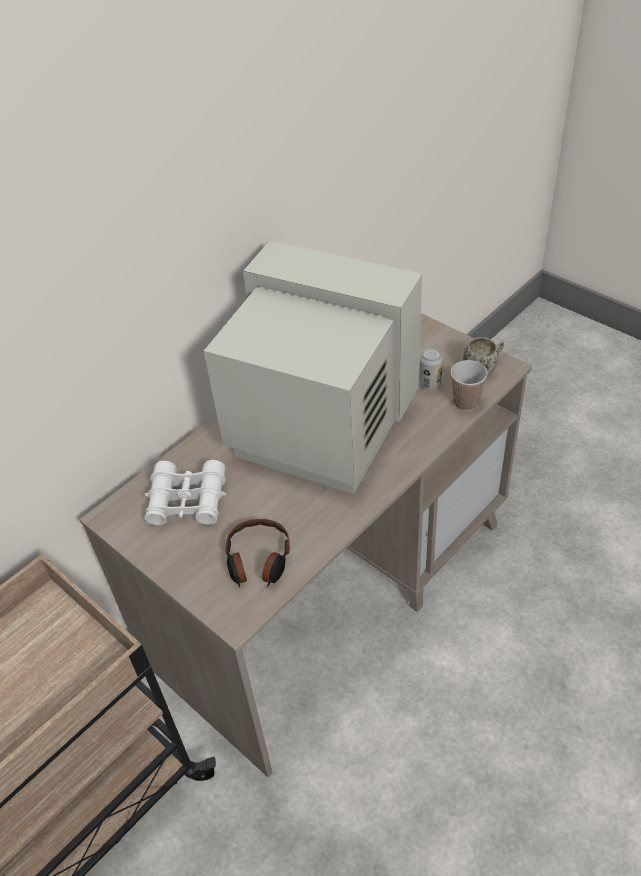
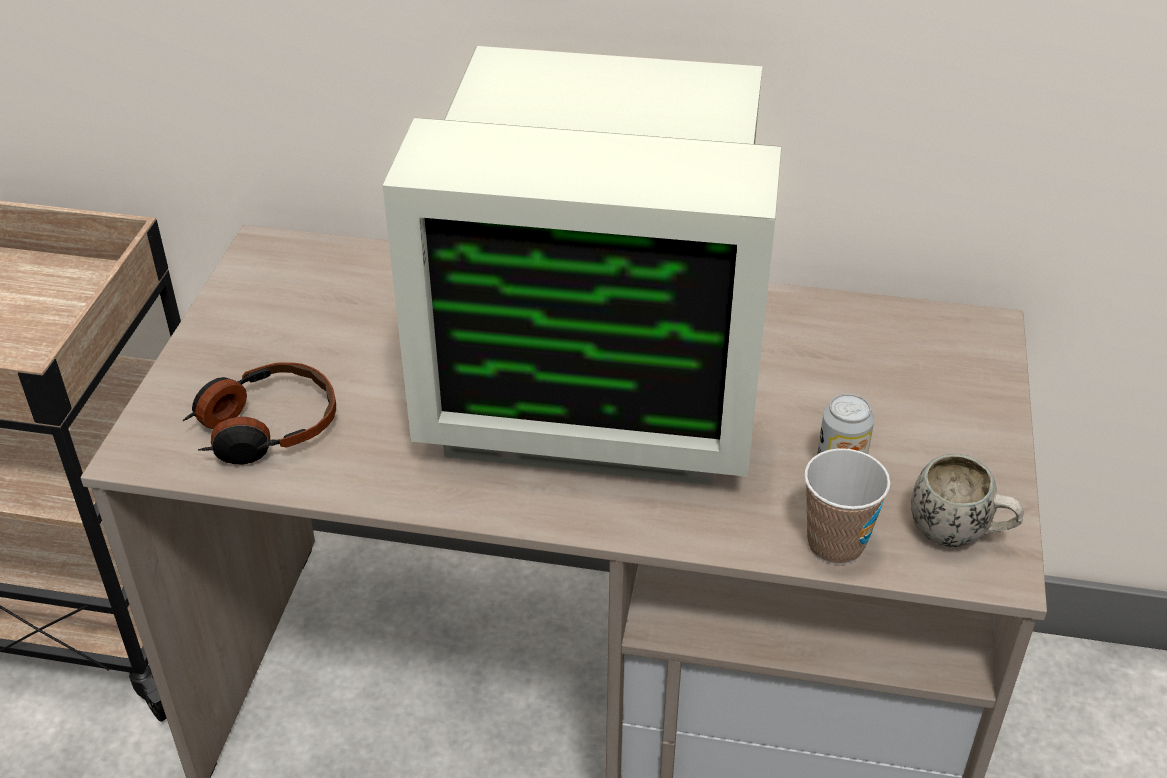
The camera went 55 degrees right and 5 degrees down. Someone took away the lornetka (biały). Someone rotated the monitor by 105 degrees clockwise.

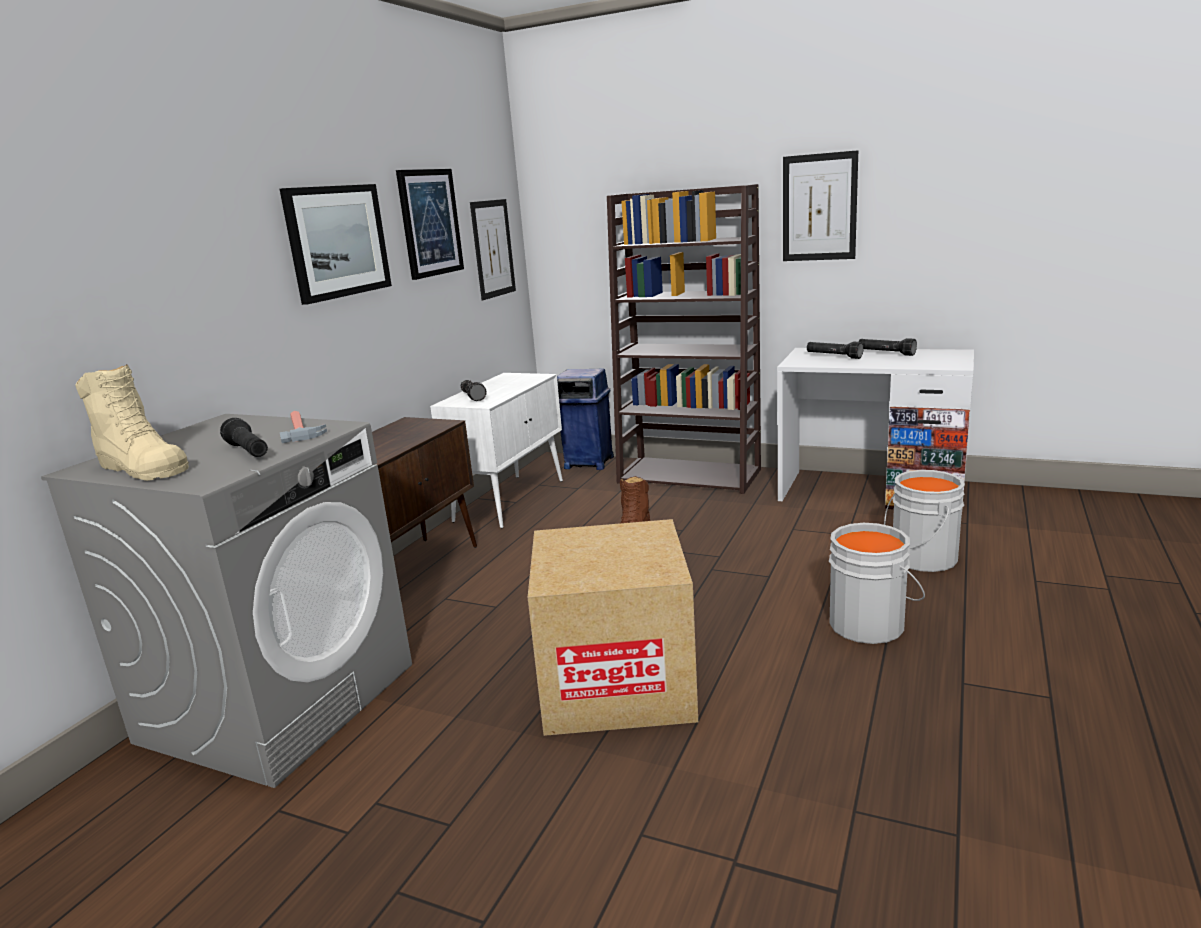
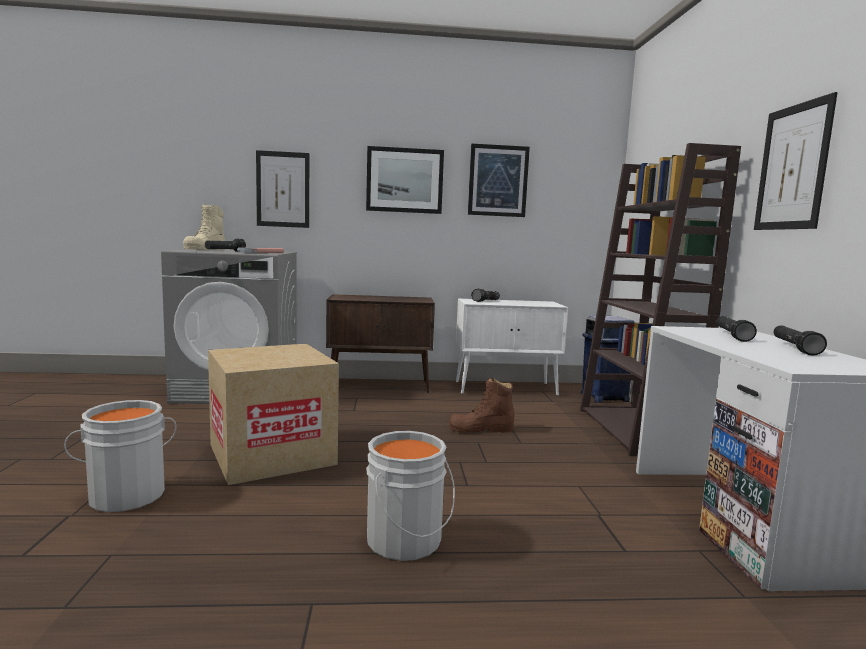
The camera went 60 degrees right and 10 degrees down. Someone carried the obraz (no. 3 from left in the first image). Someone carried the wiadro (szary) (no. 2 from left in the first image).

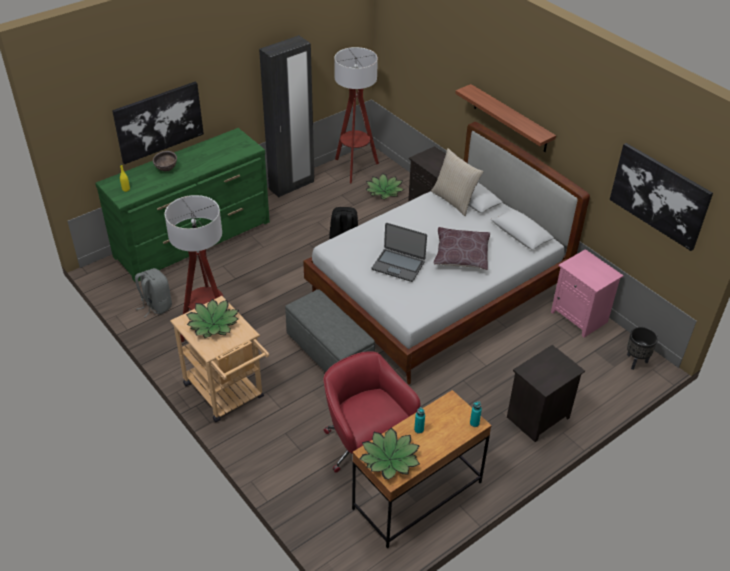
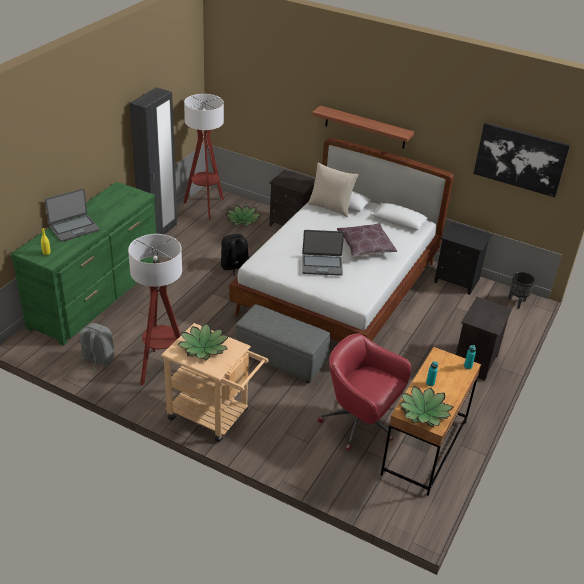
The camera went 25 degrees left and 5 degrees down. Someone took away the obraz (no. 1 from left). Someone swapped the miska (brązowy) for the laptop (no. 1 from left). Someone repainted the szafka nocna (różowy), which became the szafka nocna (czarny) (no. 2 from left).

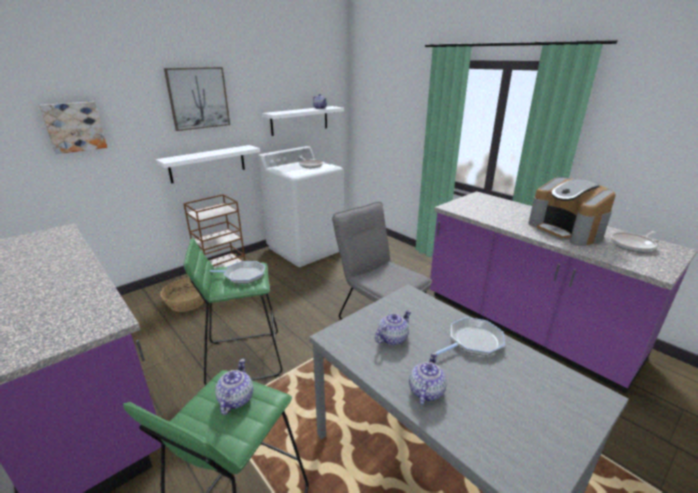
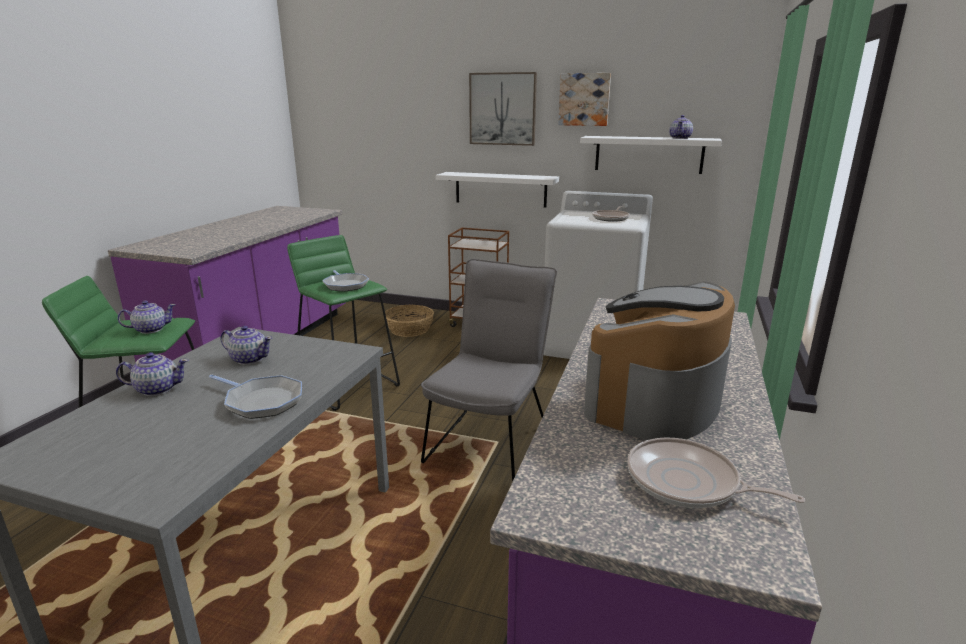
The camera went 60 degrees right and 5 degrees down. Someone carried the obraz (no. 1 from left in the first image).

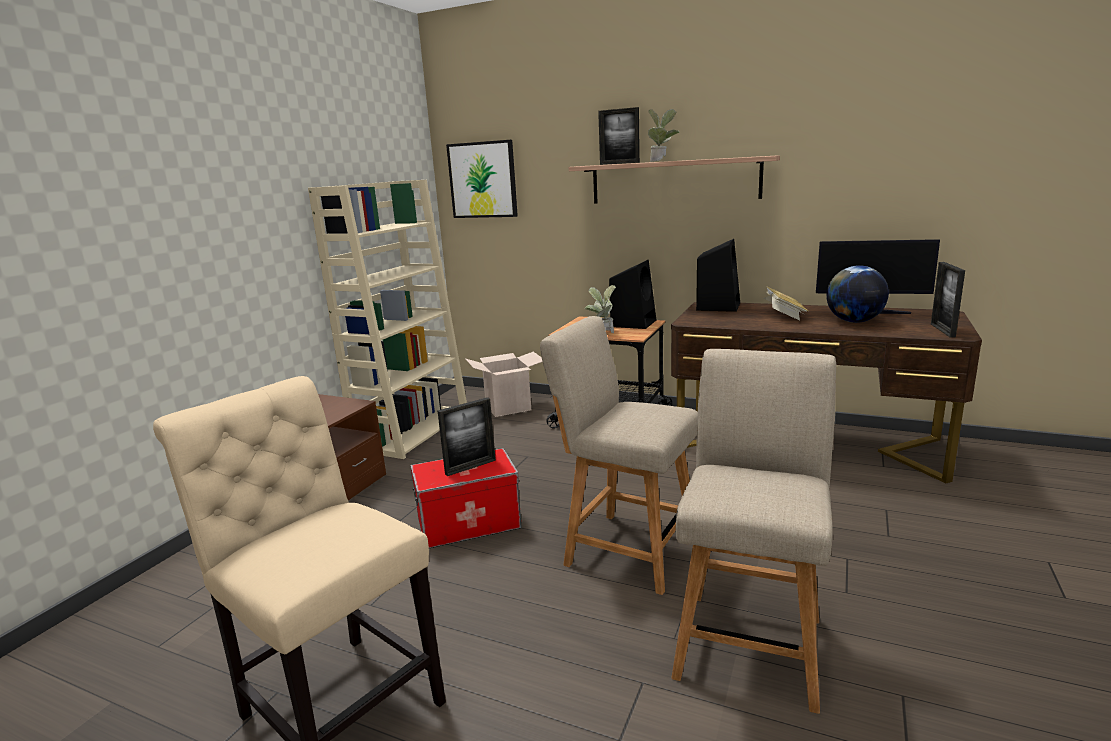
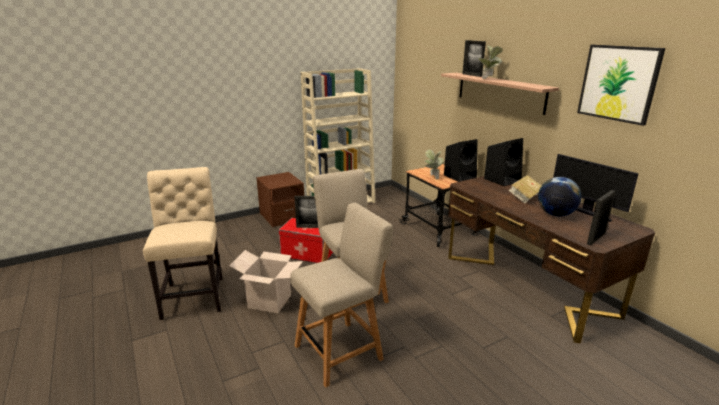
The camera went 35 degrees right and 5 degrees up. Someone carried the obraz. Someone carried the karton.

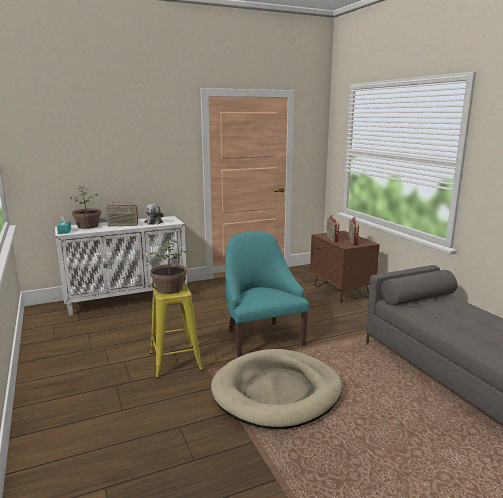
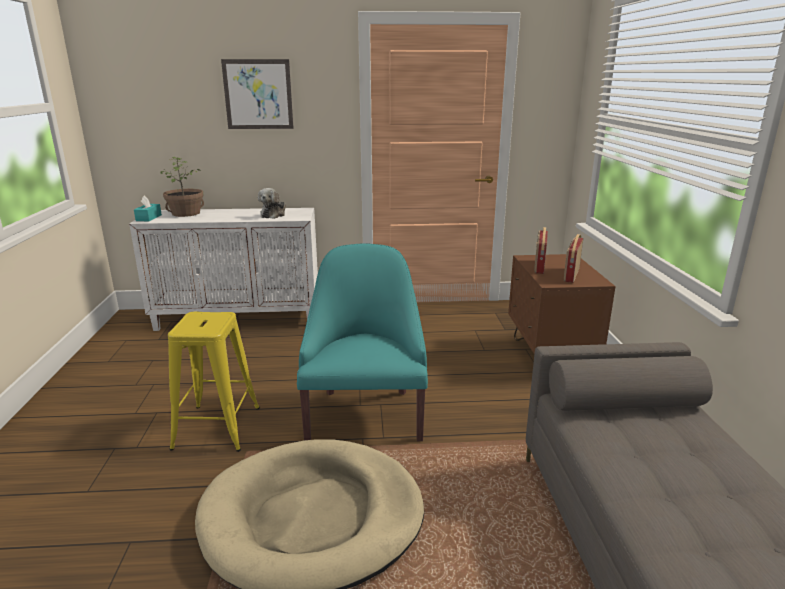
The camera went 20 degrees right and 5 degrees up. Someone took away the radio (no. 1 from left). Someone took away the roślina doniczkowa (no. 2 from left). Someone put up the obraz.

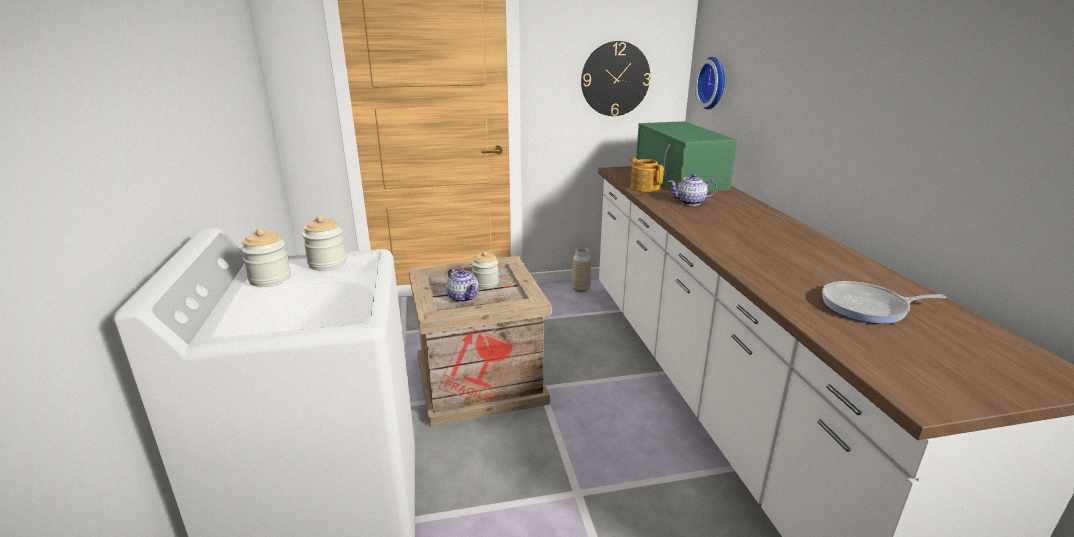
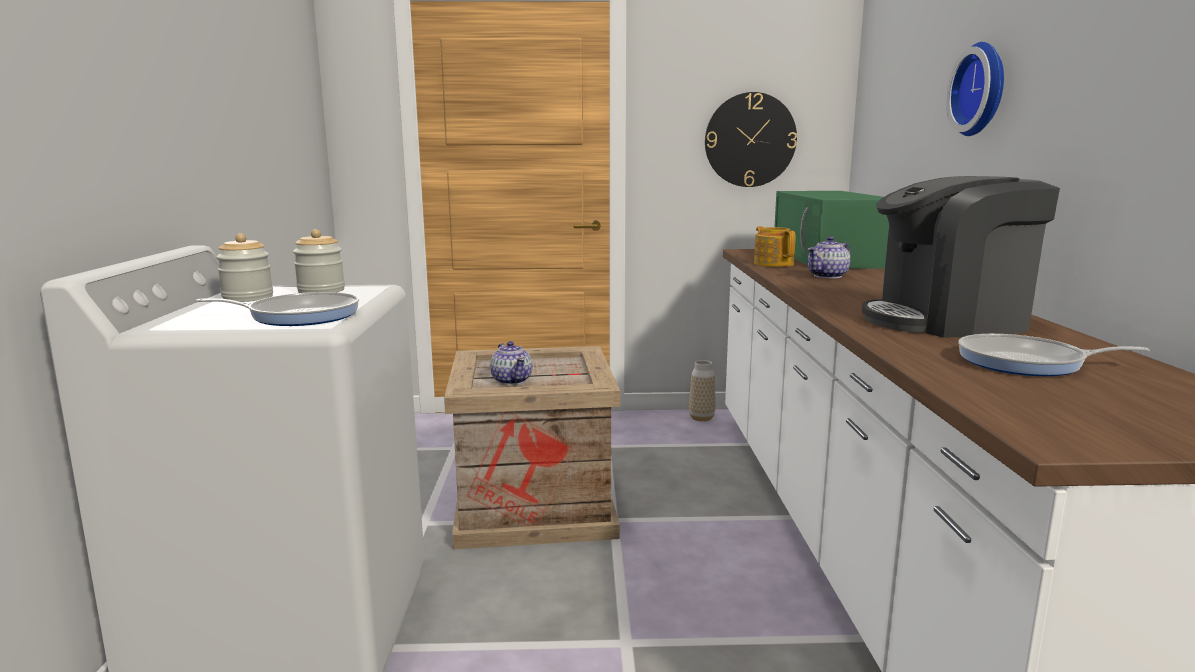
The camera went 10 degrees right and 10 degrees down. Someone took away the słoik (no. 3 from left). Someone rotated the imbryk (no. 3 from left) by 45 degrees counterclockwise. Someone carried the zegar ścienny (no. 2 from left). Someone put down the patelnia (no. 1 from left). Someone put down the ekspres do kawy.

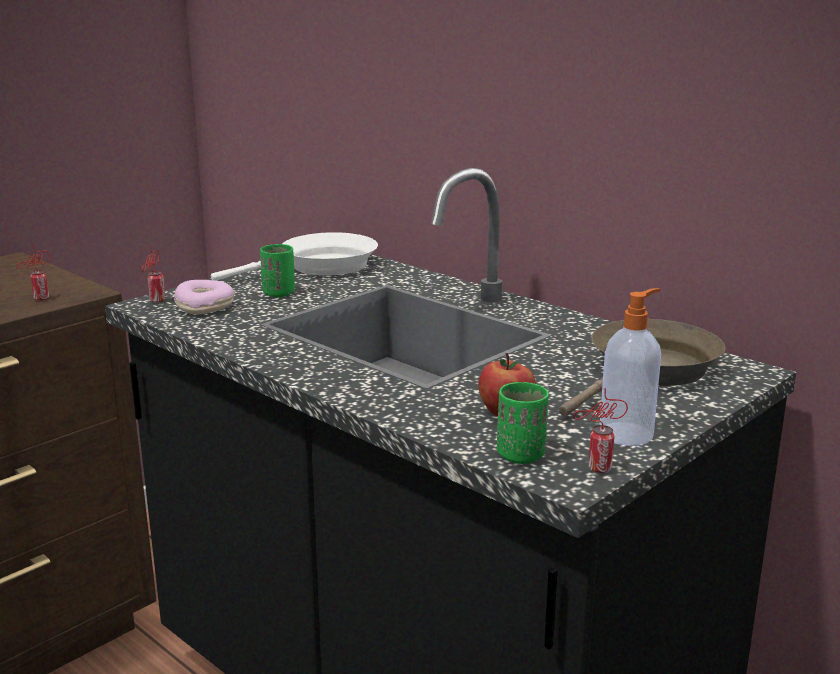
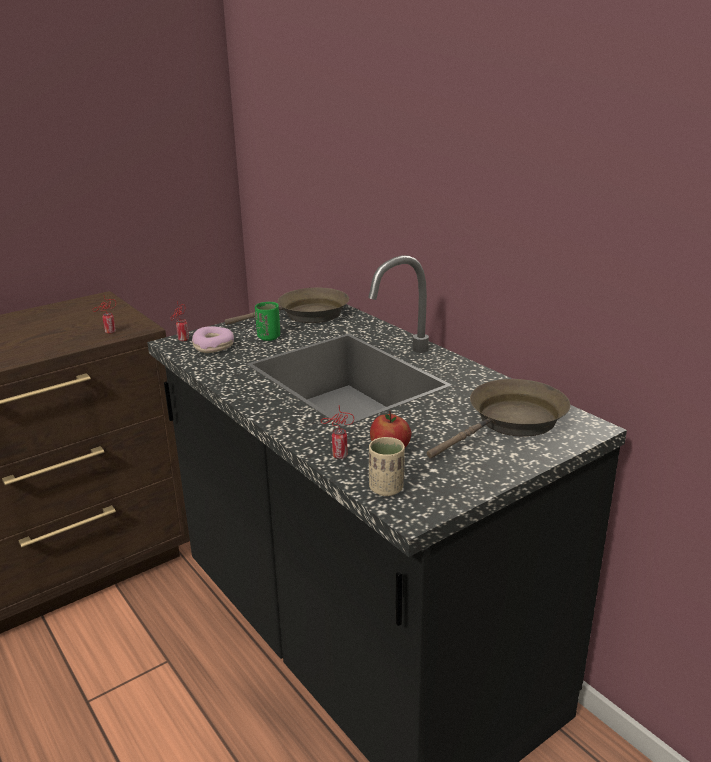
The camera went 10 degrees right and 5 degrees up. Someone repainted the patelnia (biały), which became the patelnia (brązowy) (no. 1 from left). Someone repainted the filiżanka (zielony) (no. 2 from left), which became the filiżanka (beżowy). Someone carried the puszka (no. 3 from left). Someone took away the dozownik mydła.

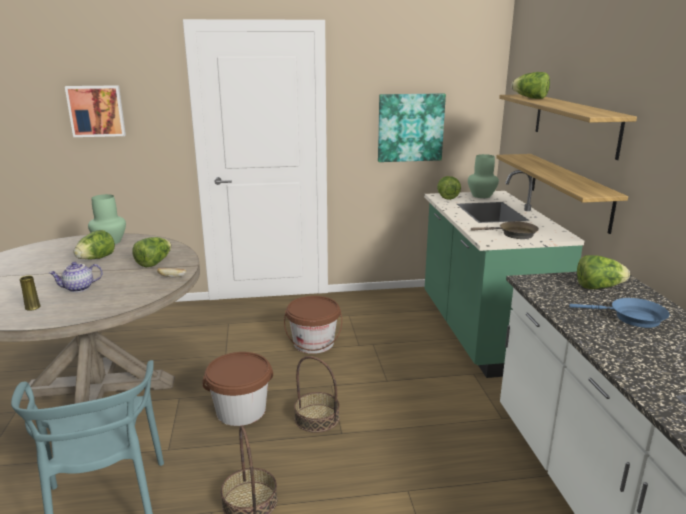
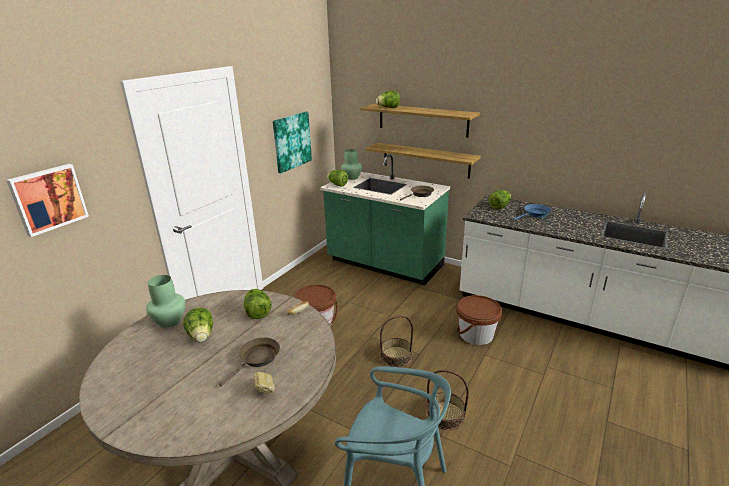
The camera went 50 degrees left and 5 degrees up. Someone swapped the wazon (żółty) for the chleb (no. 1 from left). Someone swapped the imbryk for the patelnia (brązowy) (no. 1 from left). Someone carried the wiadro (brązowy) (no. 1 from left in the first image).

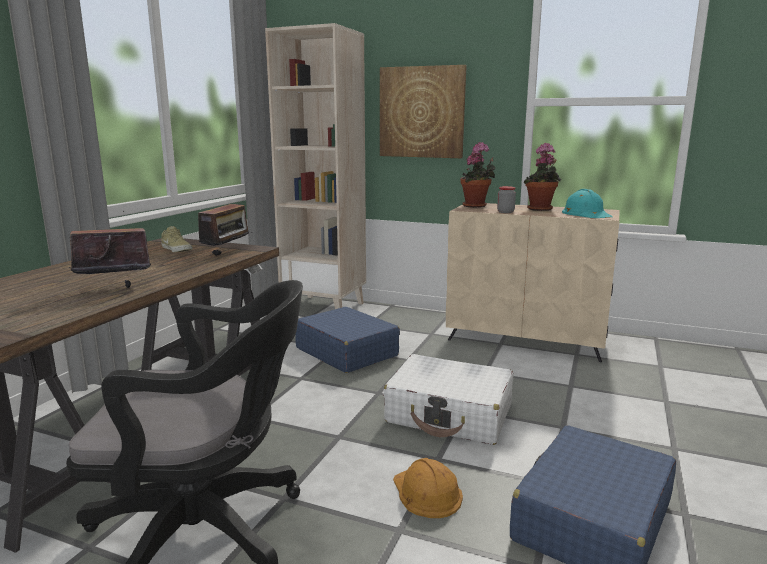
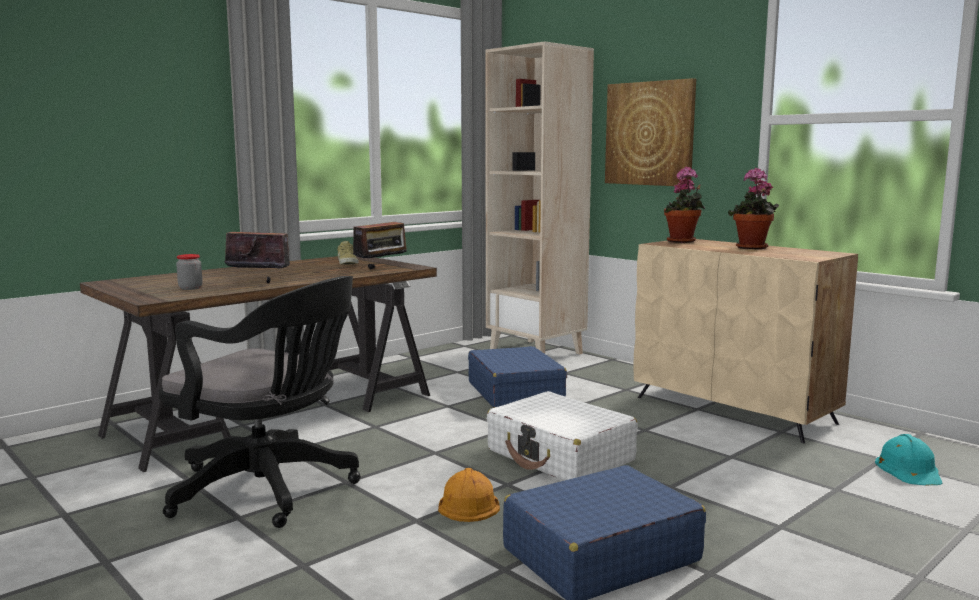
The camera went 25 degrees right and 5 degrees down. Someone carried the słoik. Someone carried the kask (turkusowy).

